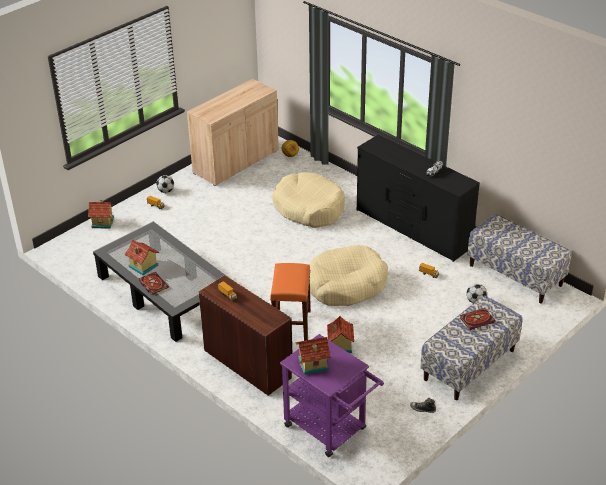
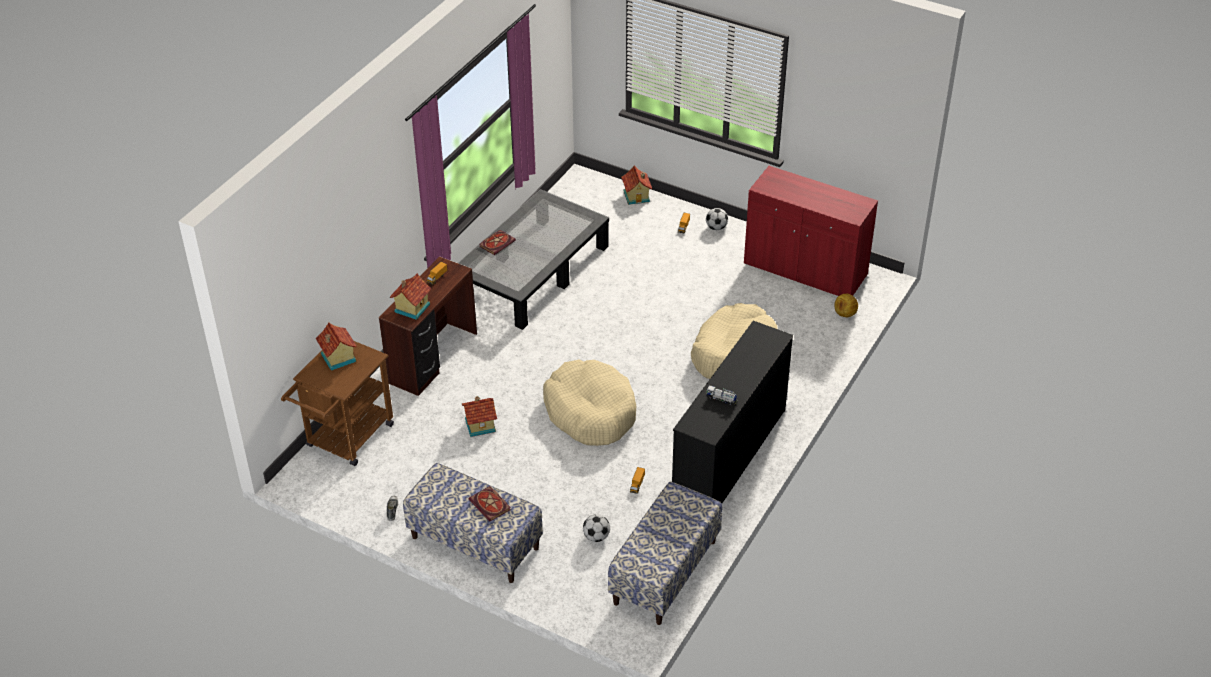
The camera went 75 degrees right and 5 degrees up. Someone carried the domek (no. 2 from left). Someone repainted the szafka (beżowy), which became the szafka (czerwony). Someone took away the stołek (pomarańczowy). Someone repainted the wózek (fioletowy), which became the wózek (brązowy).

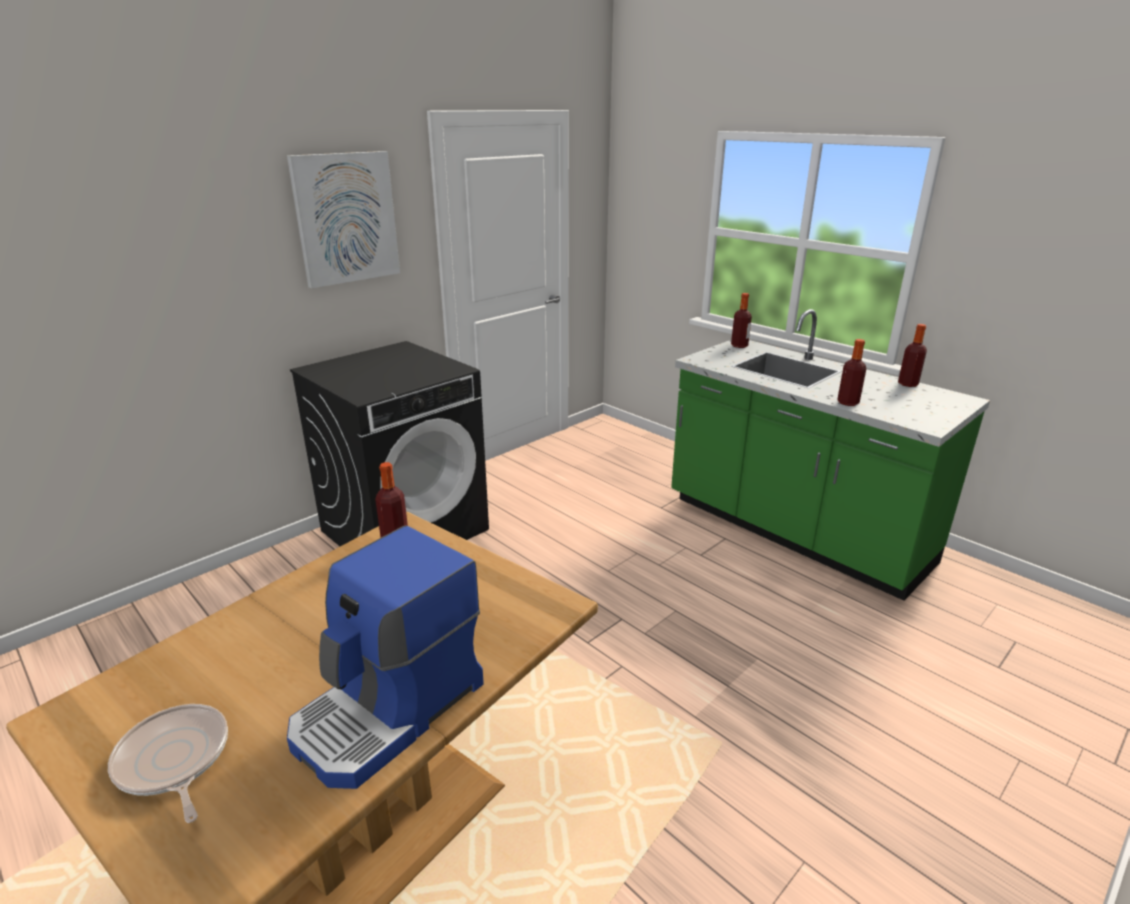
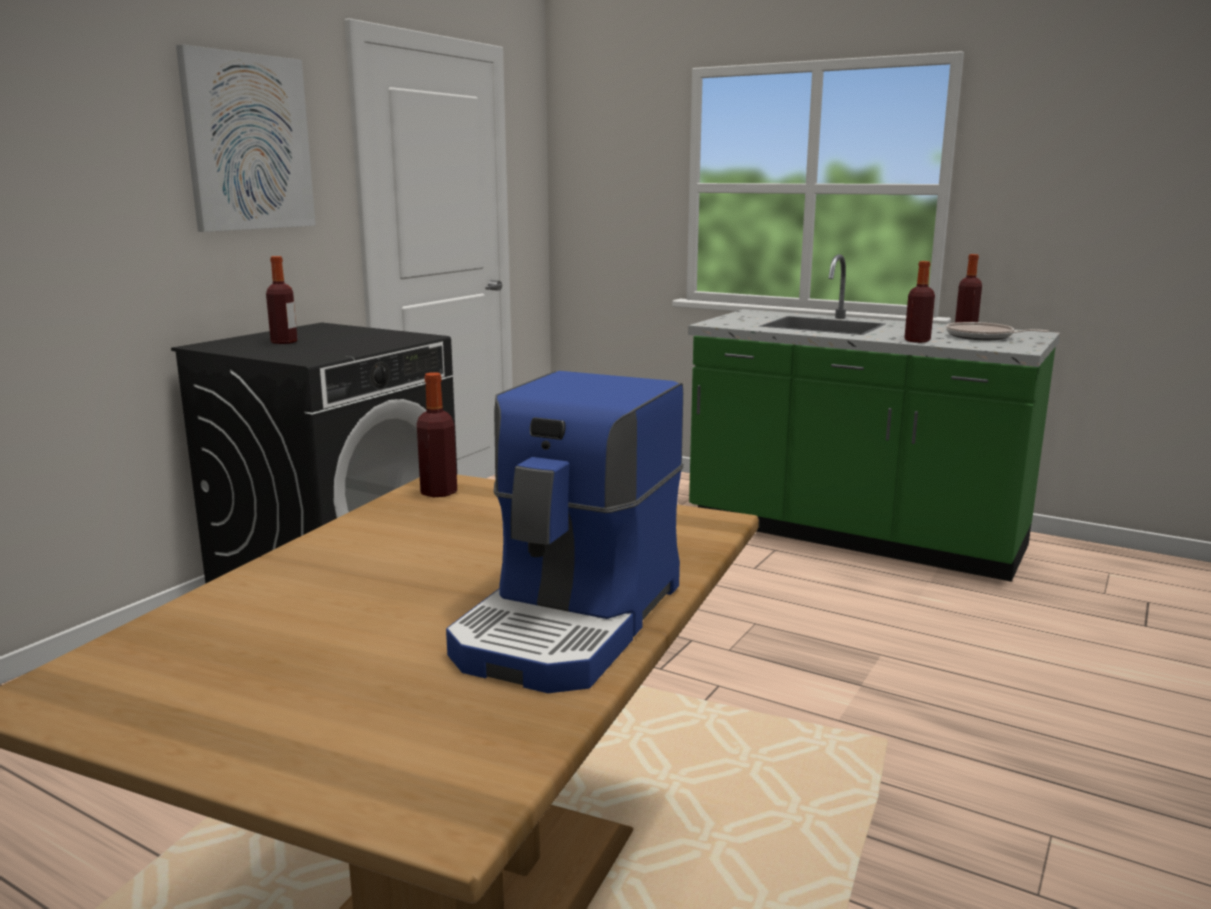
The camera went 15 degrees left and 10 degrees down. Someone carried the patelnia. Someone carried the butelka (no. 2 from left in the first image).

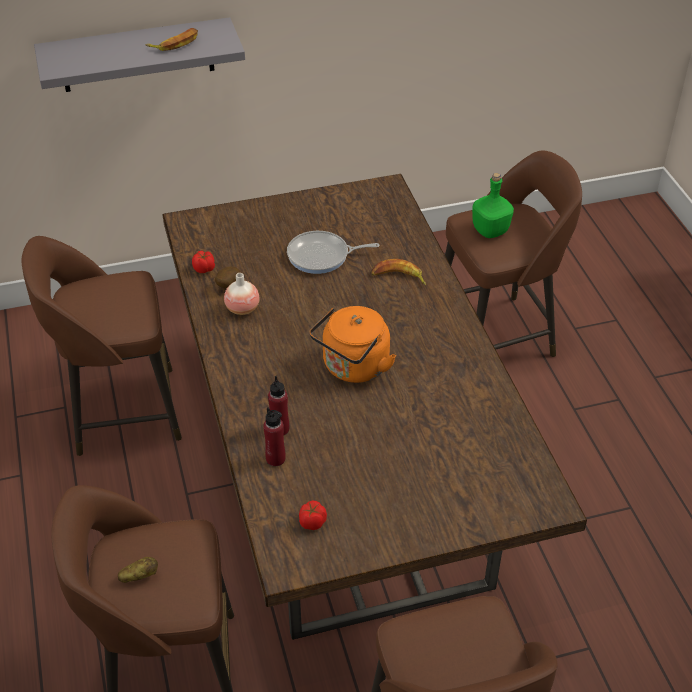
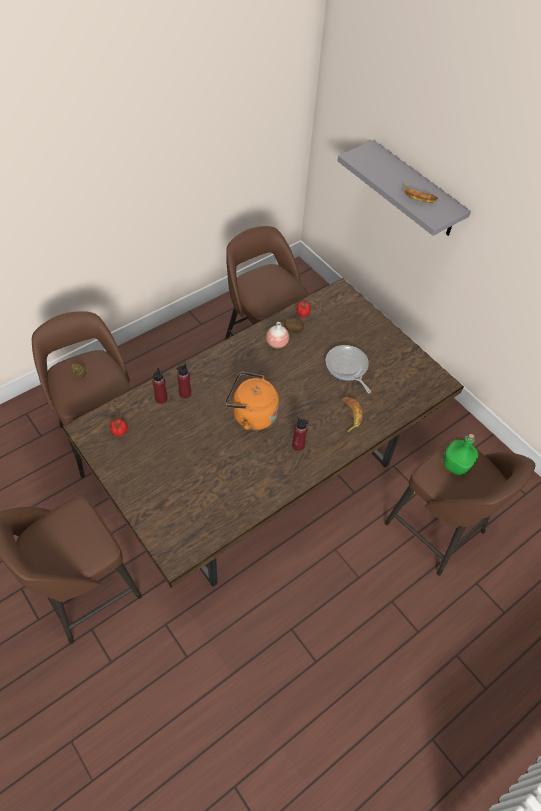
The camera went 65 degrees right and 10 degrees up. Someone put down the butelka (czerwony) (no. 3 from left).

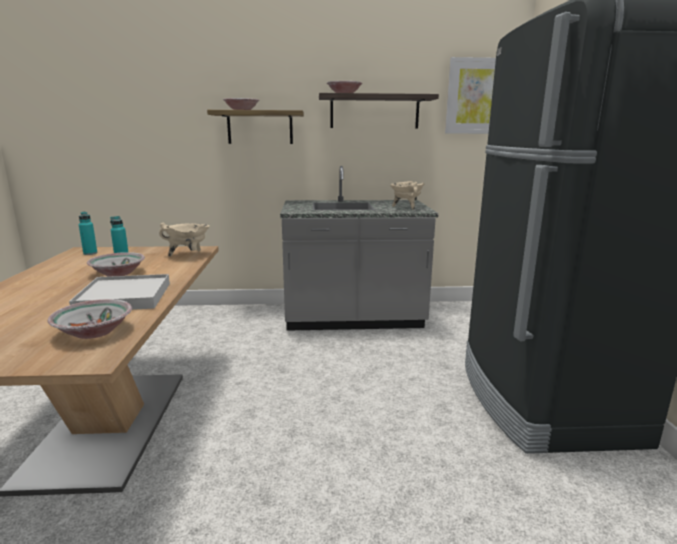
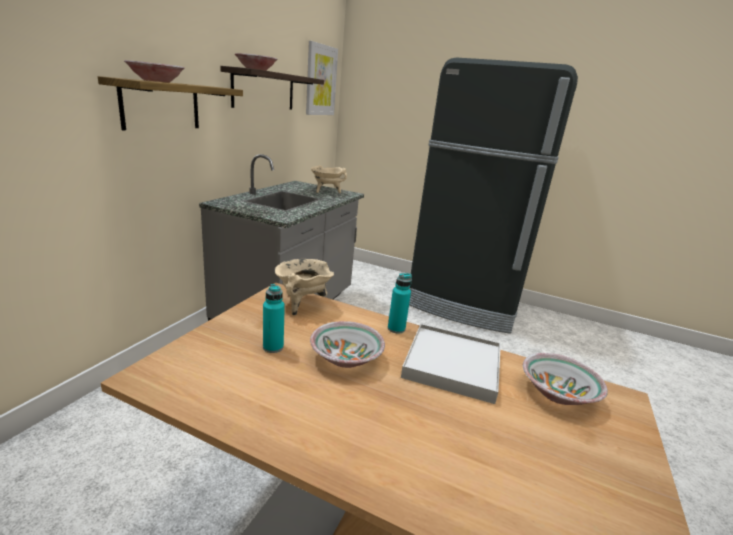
The camera went 65 degrees left and 5 degrees up. Someone carried the butelka (turkusowy) (no. 1 from left in the first image).

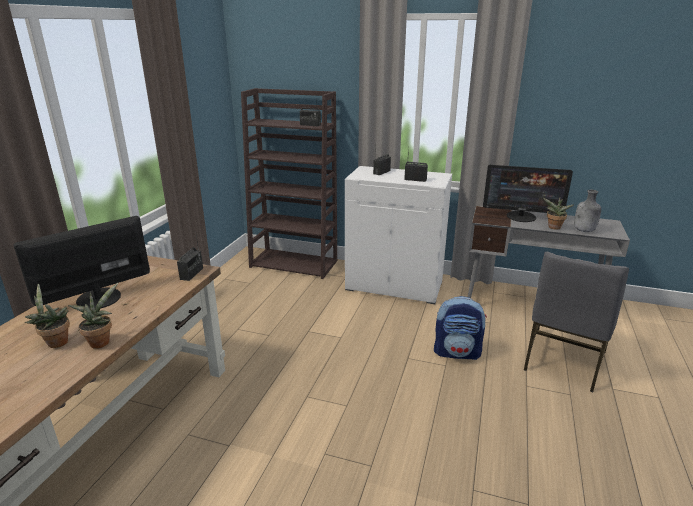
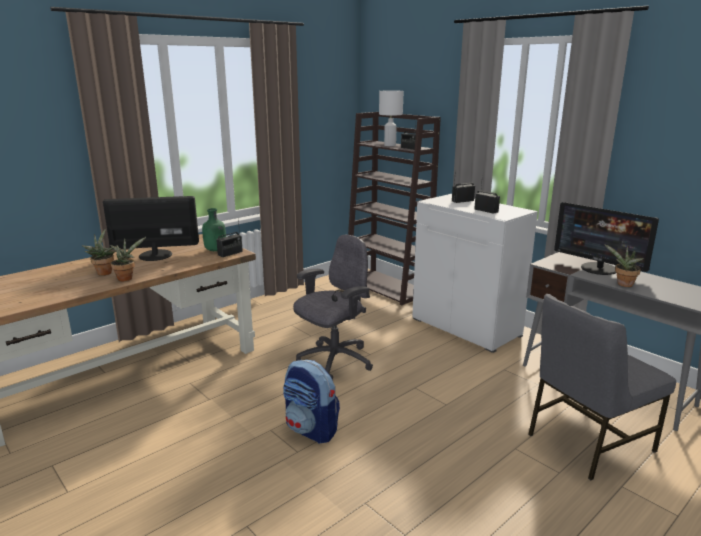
The camera went 30 degrees right and 5 degrees down. Someone carried the plecak. Someone took away the butelka (szary). Someone put down the butelka (zielony). Someone put down the krzesło biurowe (szary). Someone put down the lampa stołowa (biały).

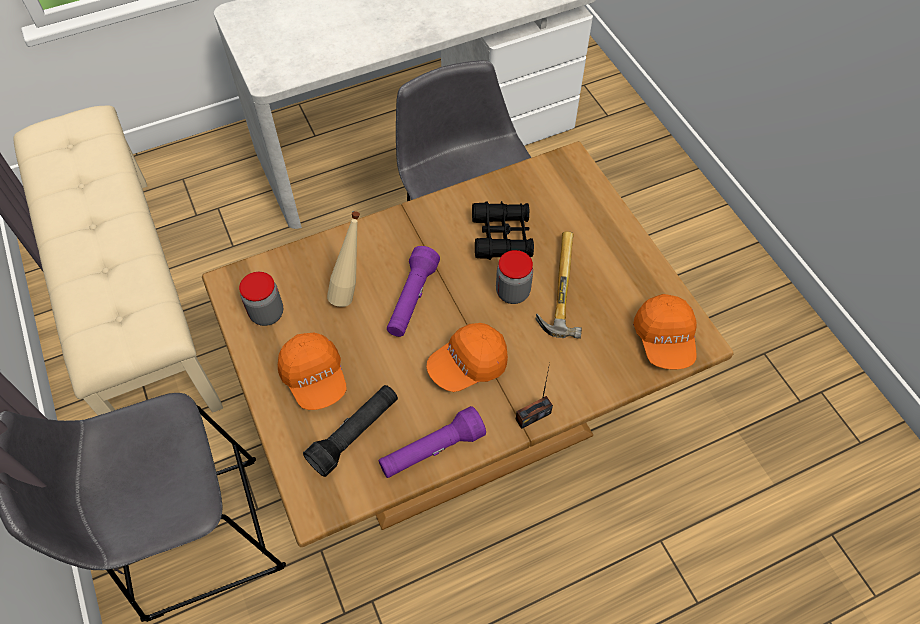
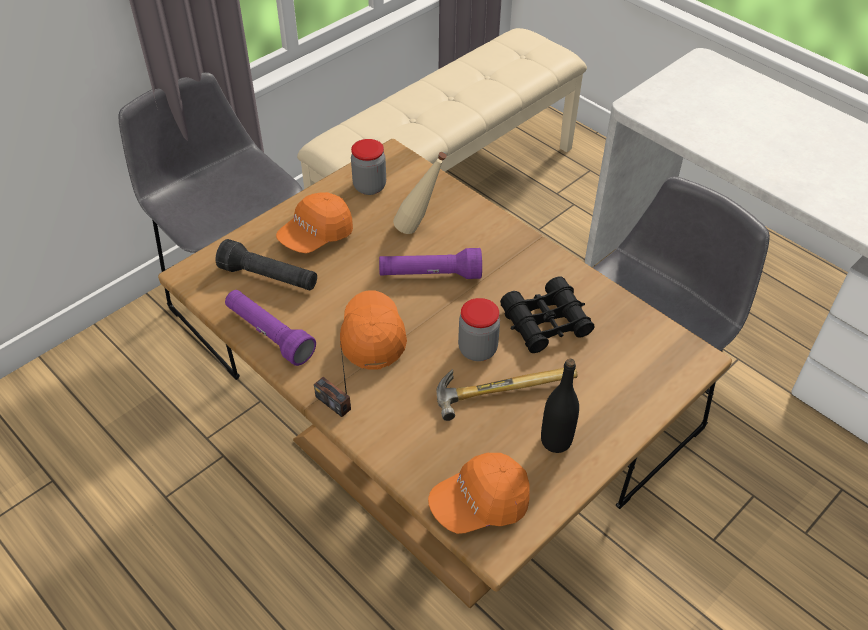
The camera went 70 degrees right and 10 degrees down. Someone rotated the czapka z daszkiem (pomarańczowy) (no. 2 from left) by 45 degrees clockwise. Someone put down the butelka (czarny).

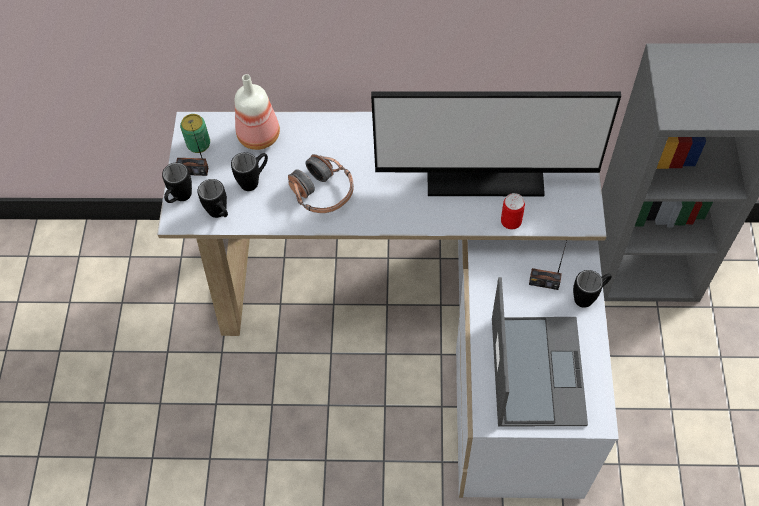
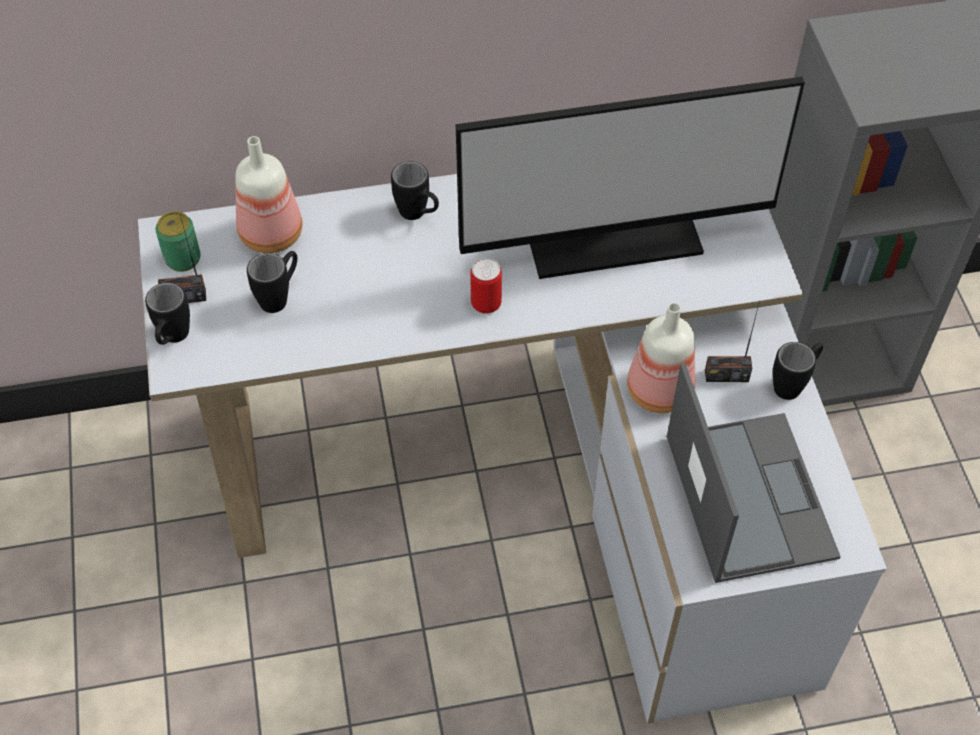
The camera went 15 degrees left and 5 degrees down. Someone carried the kubek (czarny) (no. 2 from left in the first image). Someone took away the słuchawki. Someone carried the puszka (no. 2 from left). Someone put down the butelka (no. 2 from left).

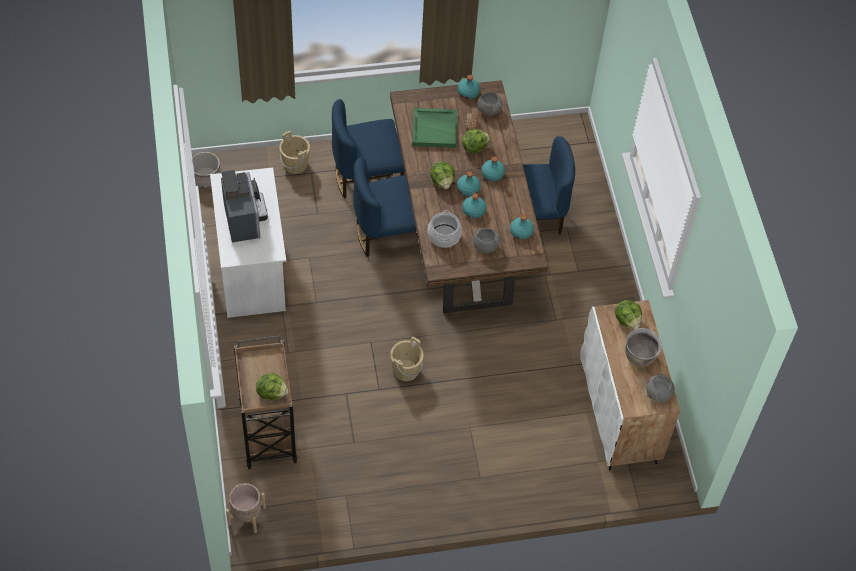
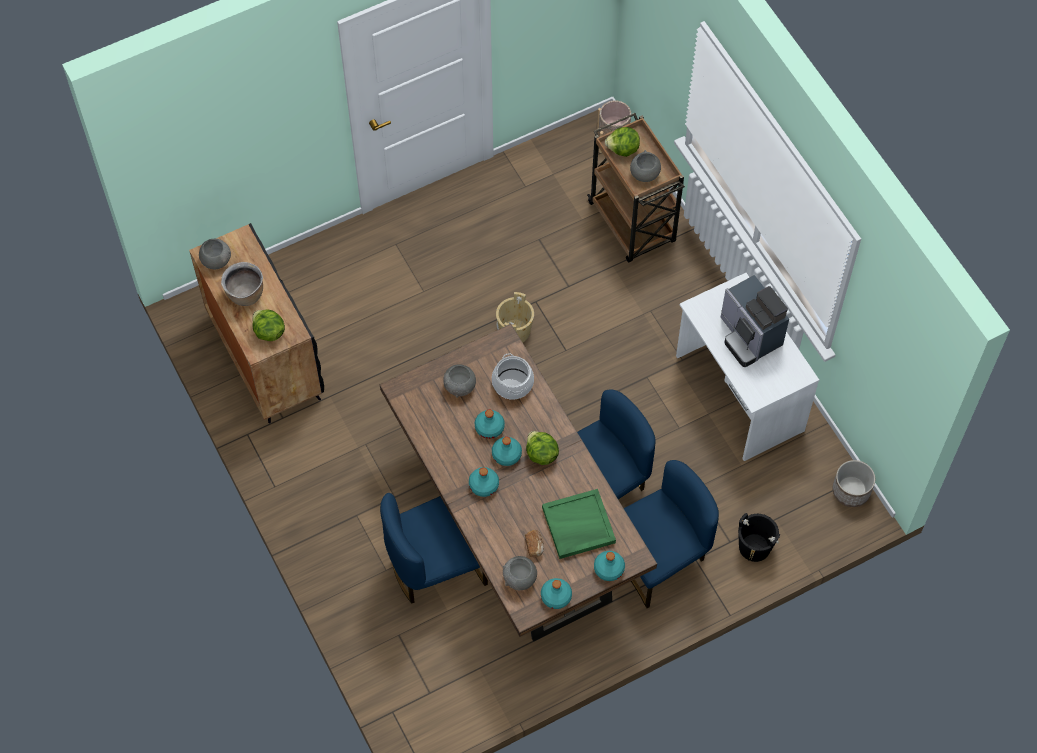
The camera went 165 degrees right and 5 degrees up. Someone repainted the wiadro (beżowy) (no. 1 from left), which became the wiadro (czarny). Someone took away the sałata (no. 3 from left). Someone carried the butelka (turkusowy) (no. 5 from left). Someone repainted the szafka (biały), which became the szafka (czarny). Someone put down the miska (szary) (no. 4 from left).

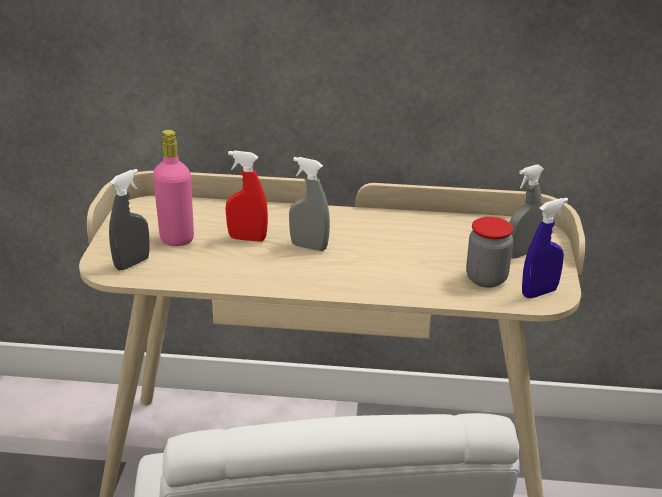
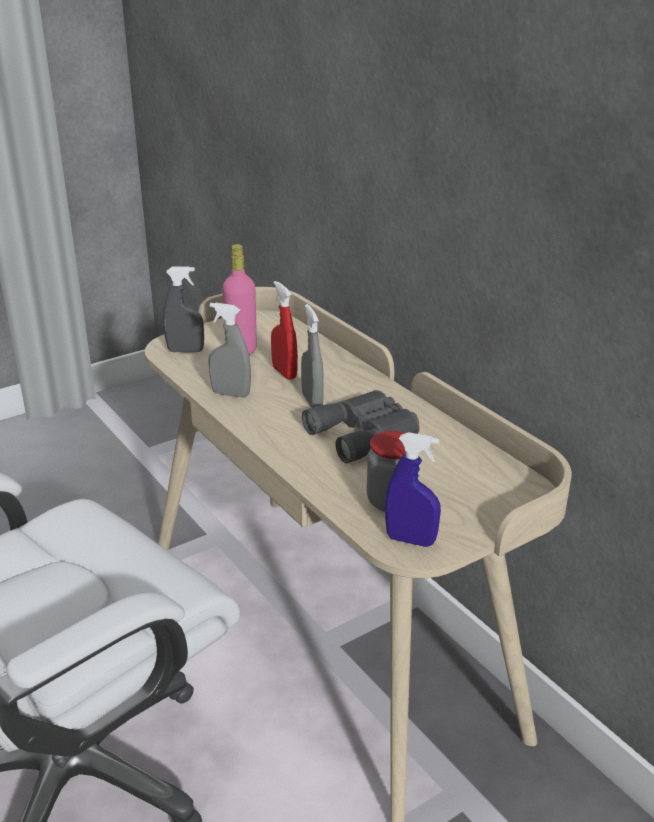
The camera went 50 degrees right and 0 degrees up. Someone carried the spryskiwacz (szary) (no. 3 from left in the first image). Someone put down the lornetka (szary).

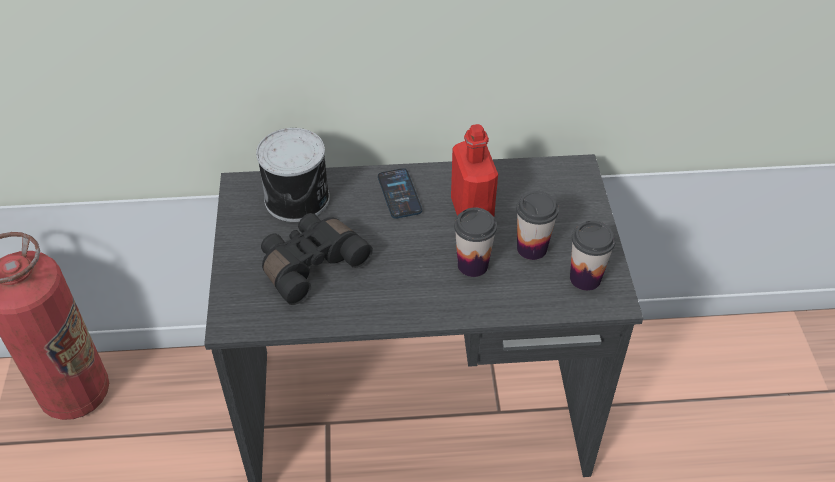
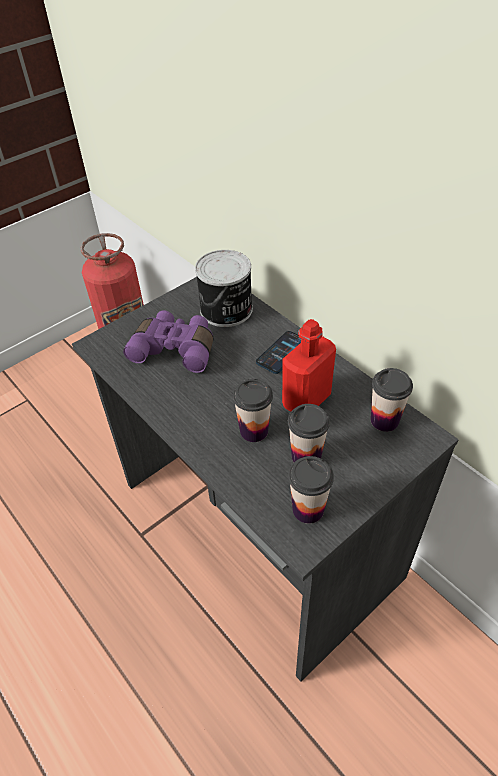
The camera went 55 degrees right and 0 degrees up. Someone repainted the lornetka (czarny), which became the lornetka (fioletowy). Someone put down the filiżanka (no. 4 from left).

